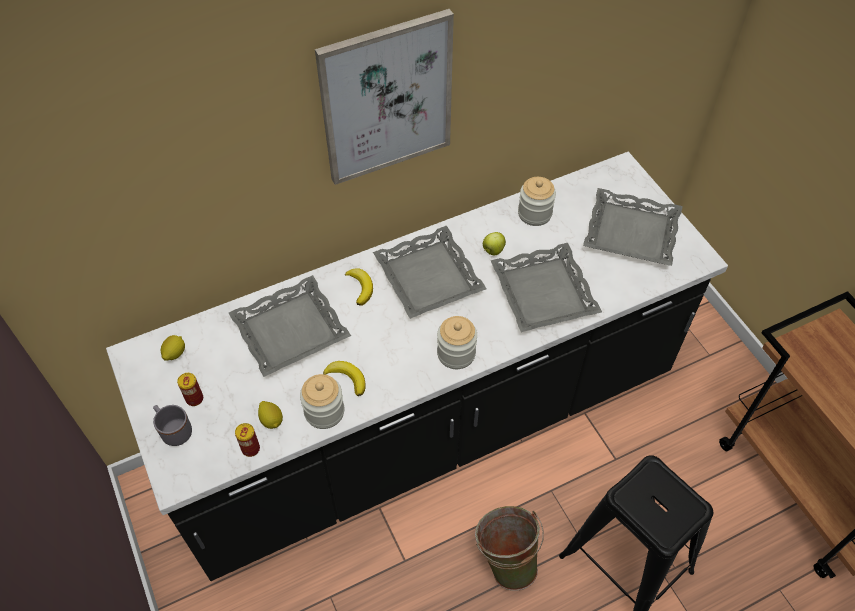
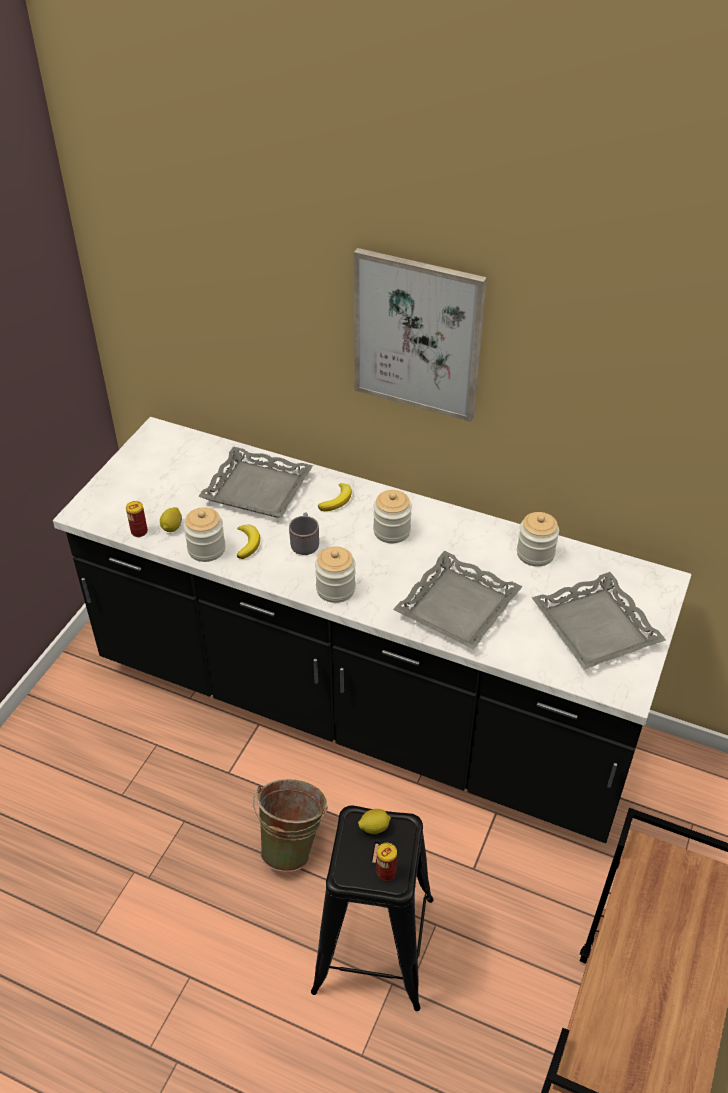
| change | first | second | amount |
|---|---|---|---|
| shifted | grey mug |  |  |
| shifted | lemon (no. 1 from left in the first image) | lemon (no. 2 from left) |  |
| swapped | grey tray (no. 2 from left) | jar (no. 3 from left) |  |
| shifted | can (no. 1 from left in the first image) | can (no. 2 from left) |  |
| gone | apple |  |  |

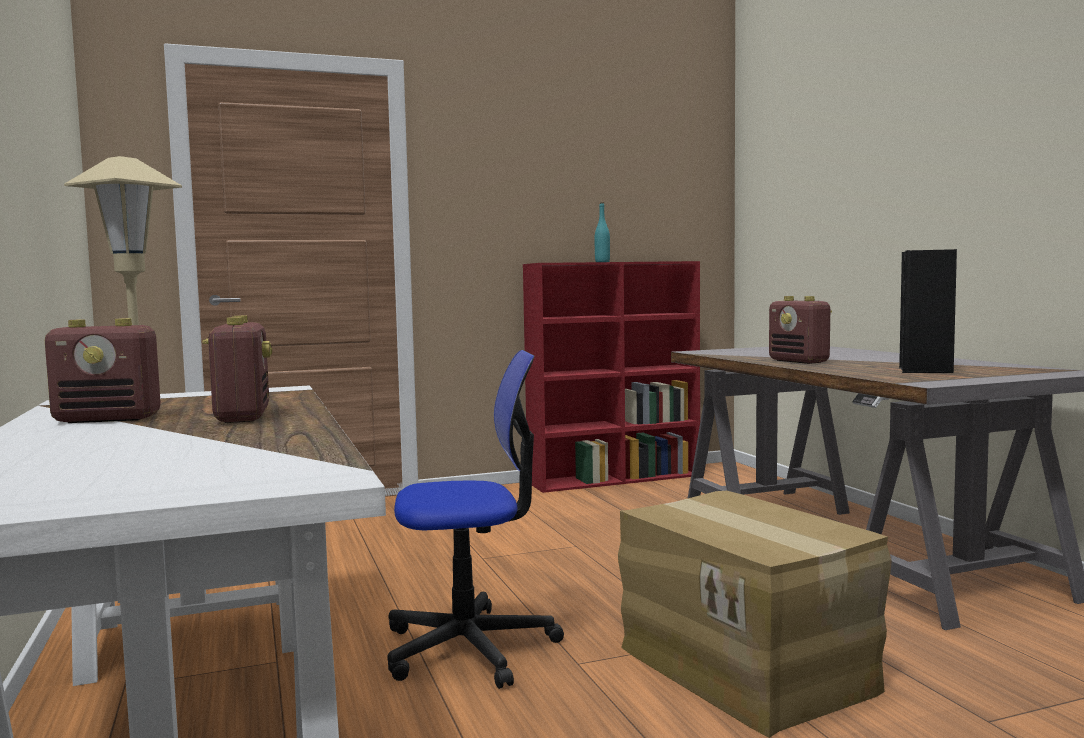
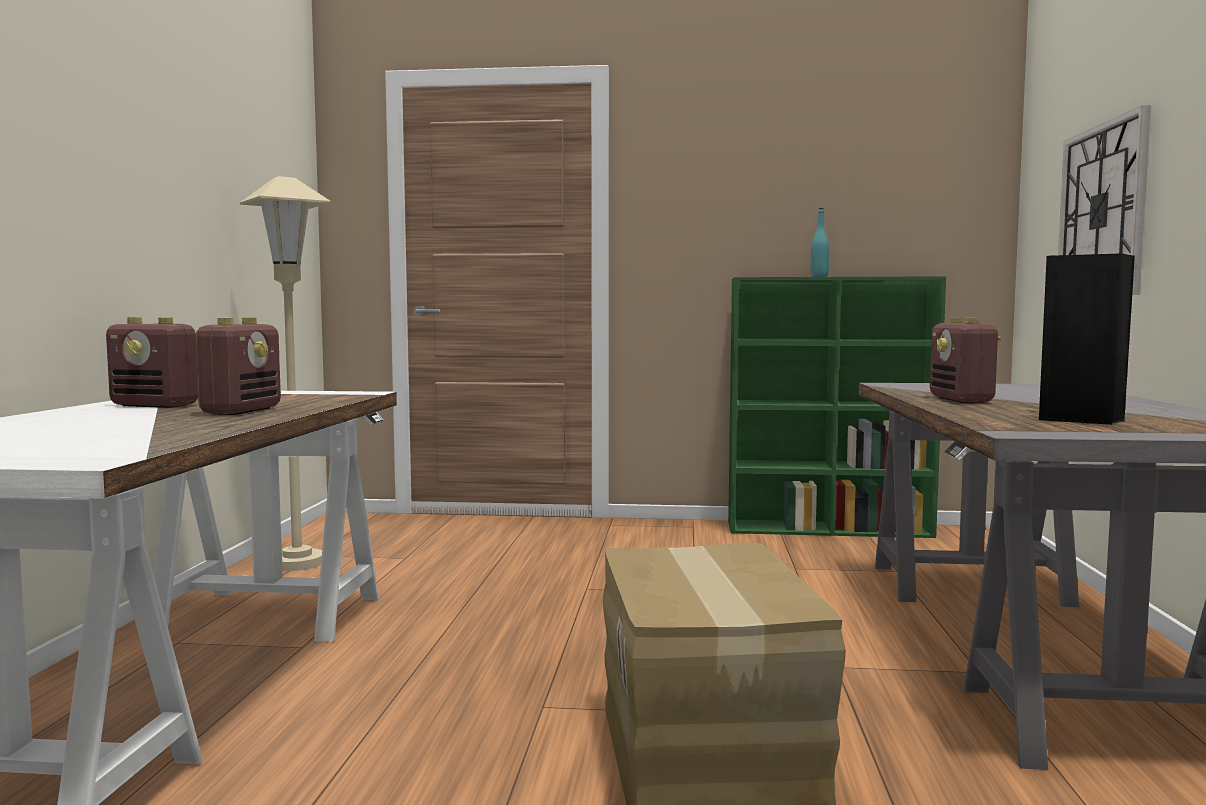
| change | first | second | amount |
|---|---|---|---|
| repainted | red bookcase | green bookcase |  |
| new |  | wall clock |  |
| gone | office chair |  |  |

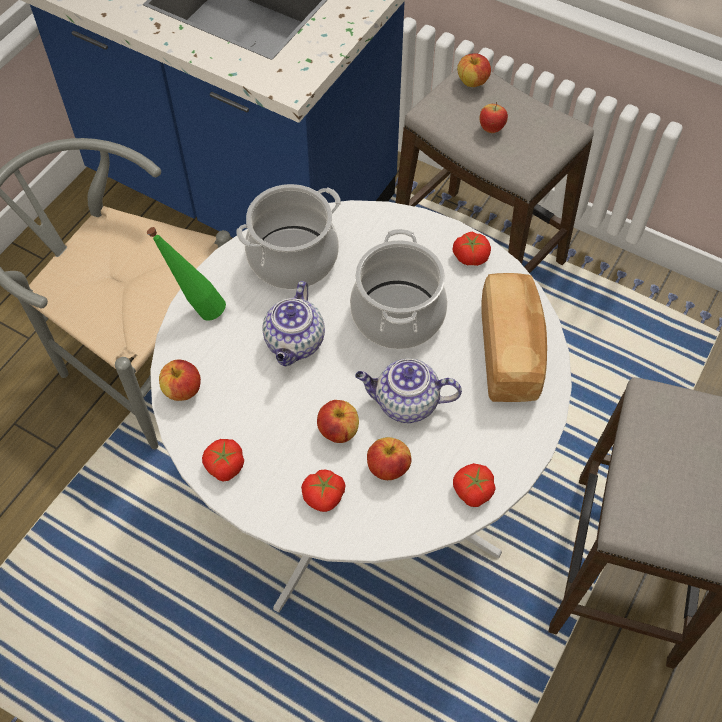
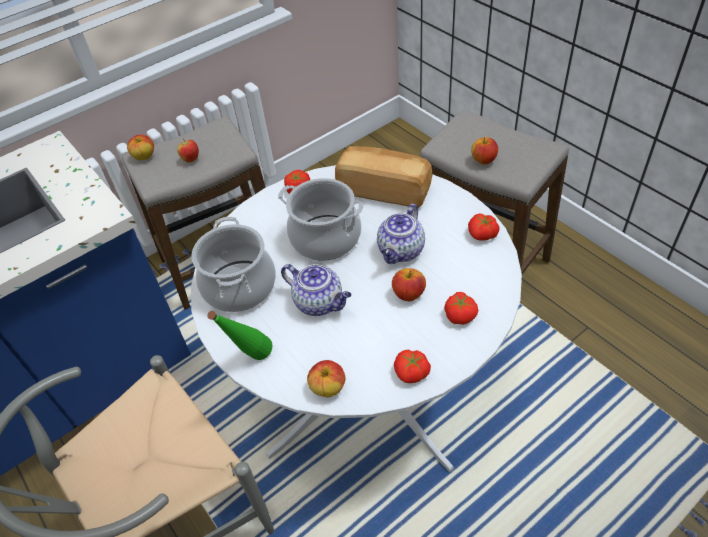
| change | first | second | amount |
|---|---|---|---|
| shifted | apple (no. 3 from left in the first image) | apple (no. 5 from left) |  |

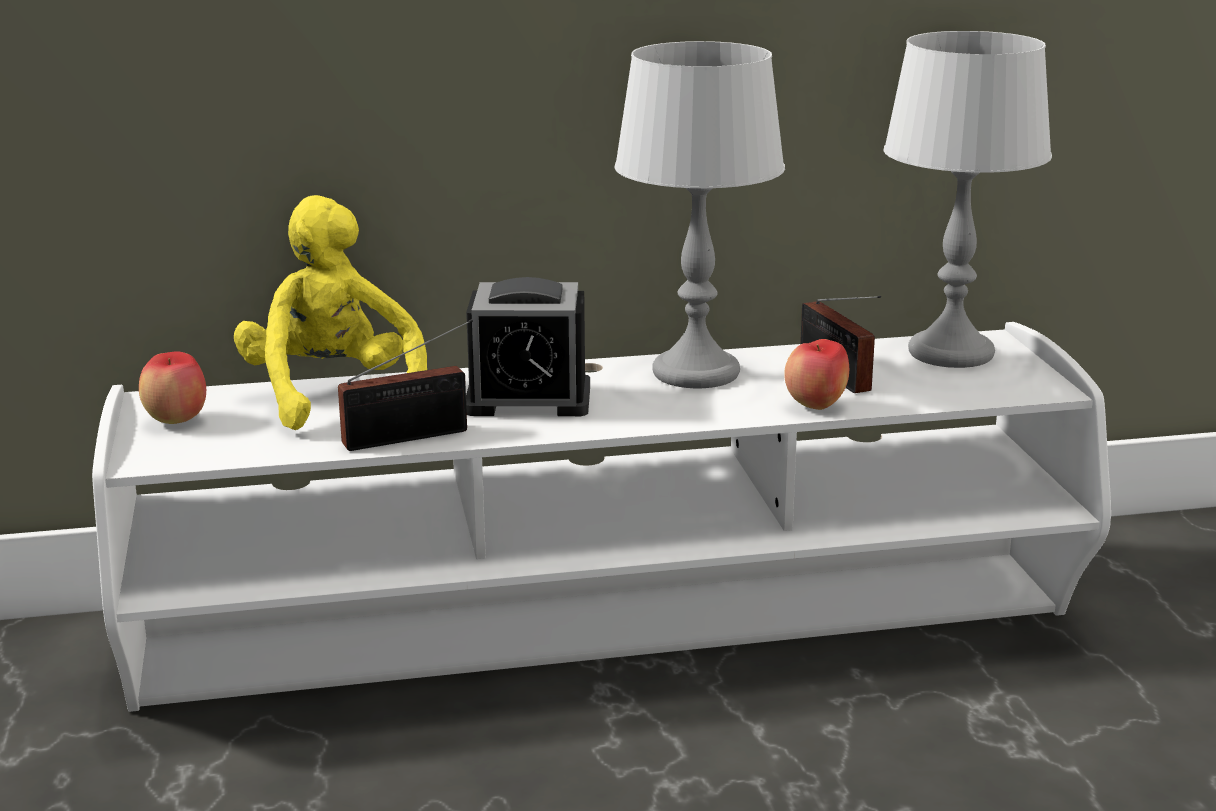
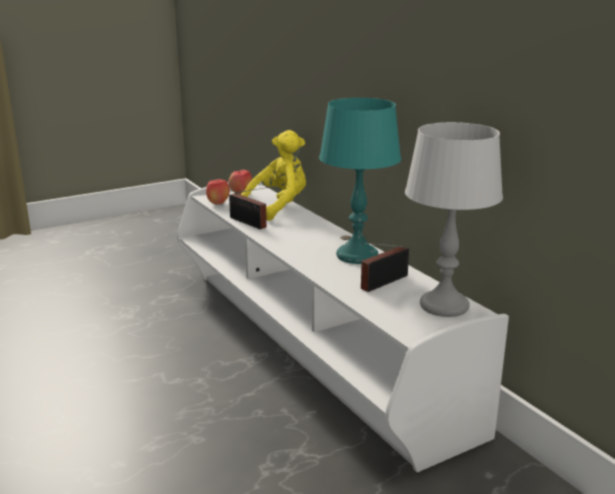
| change | first | second | amount |
|---|---|---|---|
| shifted | apple (no. 2 from left in the first image) | apple (no. 1 from left) |  |
| repainted | grey table lamp (no. 1 from left) | turquoise table lamp |  |
| gone | alarm clock |  |  |

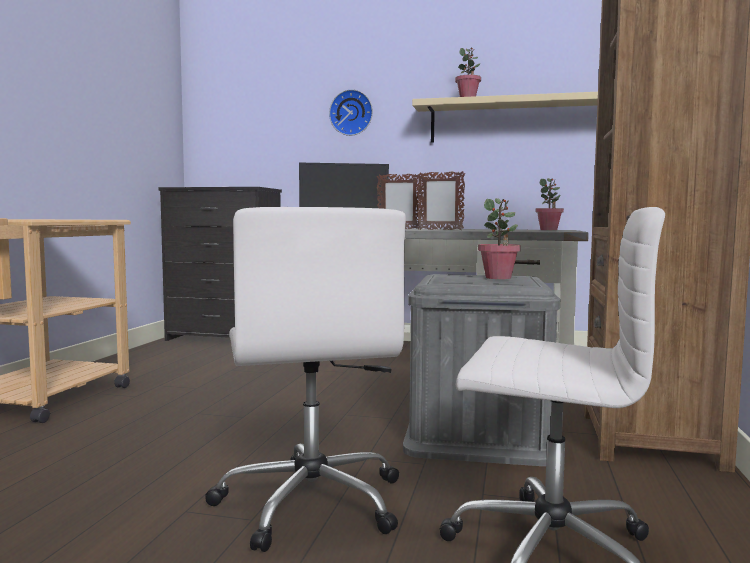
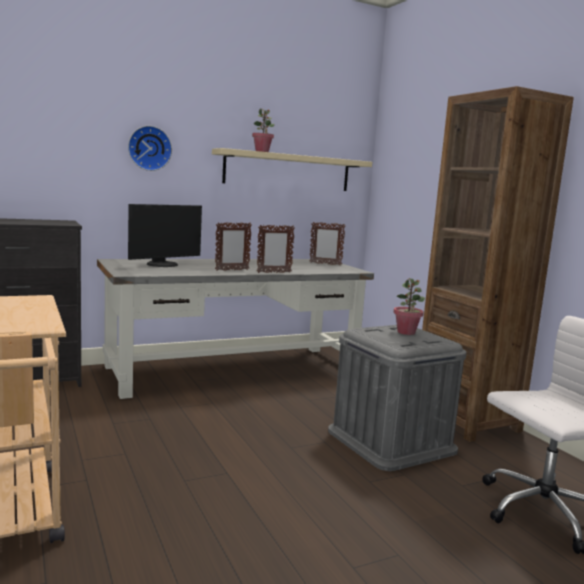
| change | first | second | amount |
|---|---|---|---|
| swapped | potted plant (no. 3 from left) | picture frame (no. 3 from left) |  |
| gone | white office chair (no. 1 from left) |  |  |

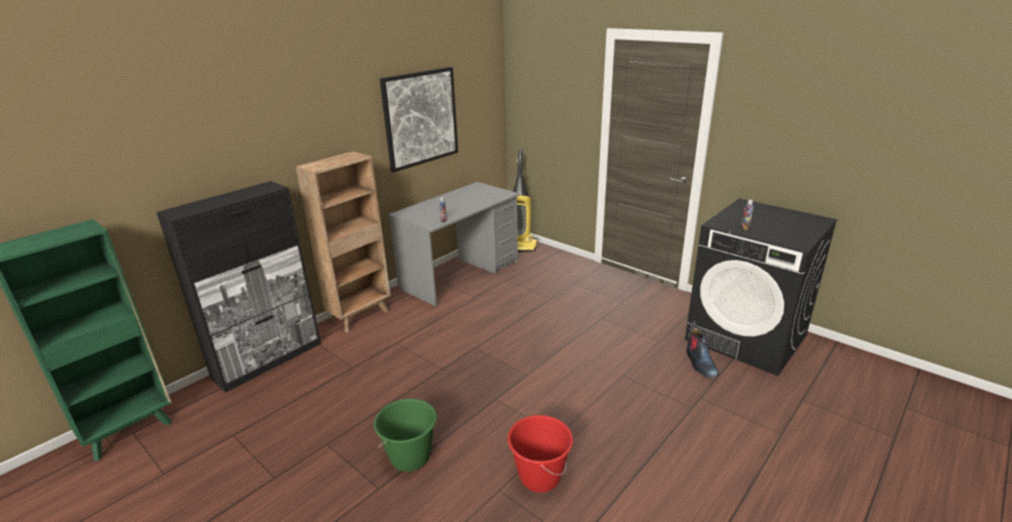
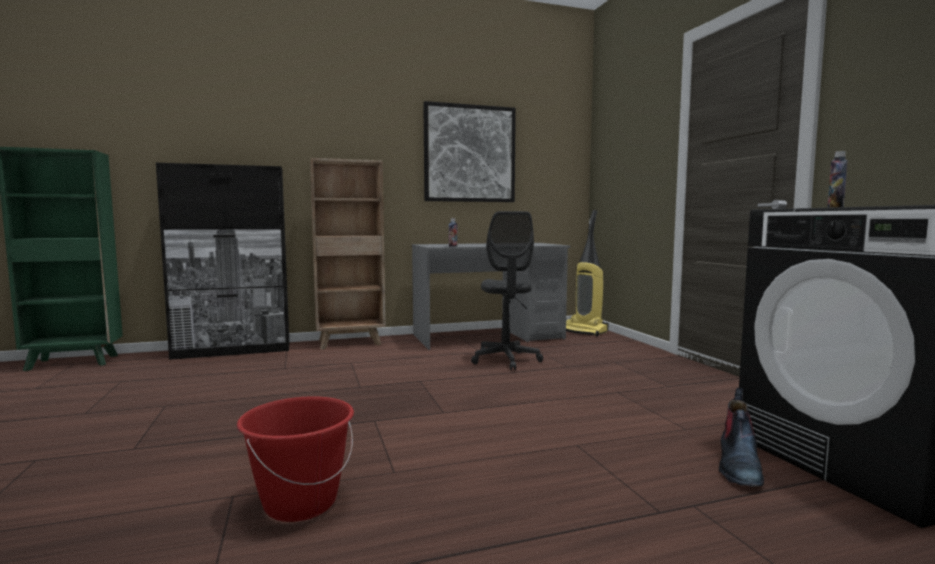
| change | first | second | amount |
|---|---|---|---|
| new |  | grey office chair |  |
| gone | green bucket |  |  |

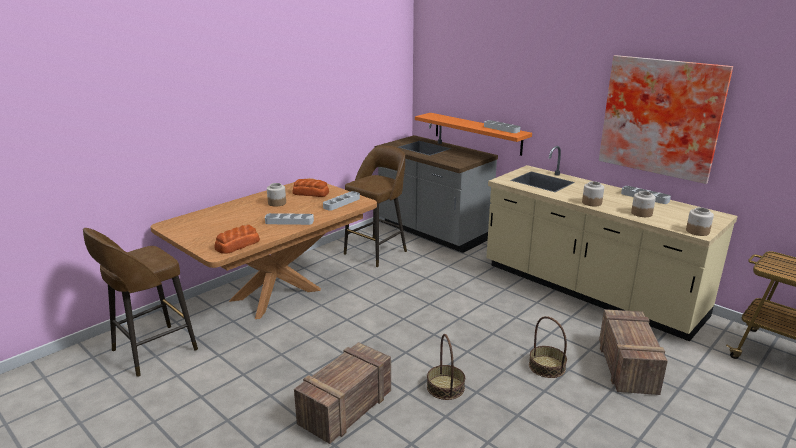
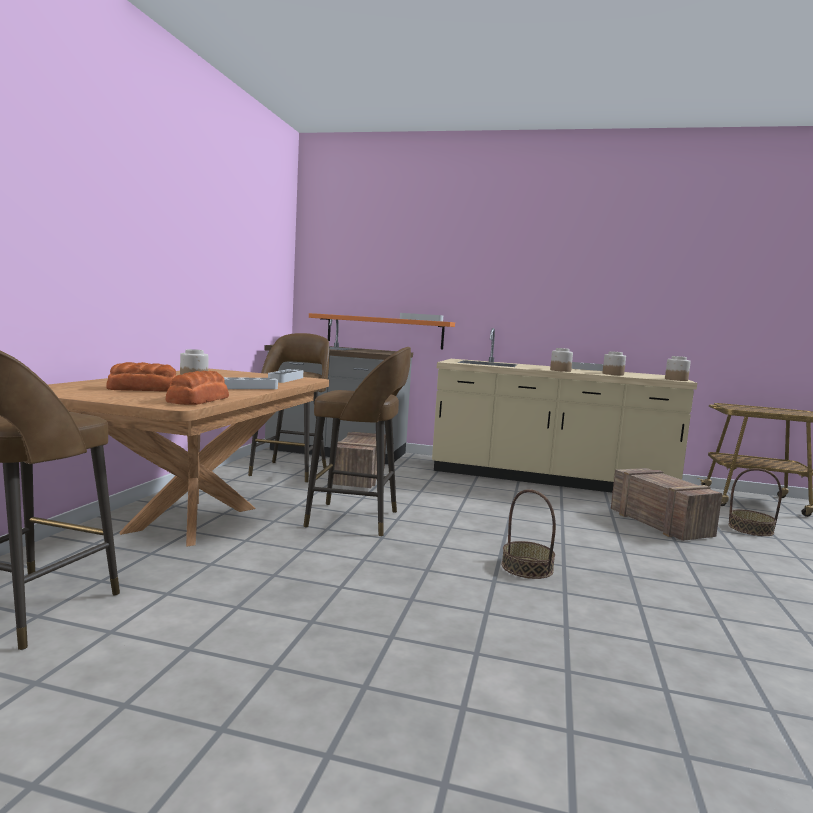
| change | first | second | amount |
|---|---|---|---|
| shifted | bread (no. 2 from left in the first image) | bread (no. 1 from left) |  |
| new |  | brown stool (no. 3 from left) |  |
| shifted | crate (no. 1 from left) |  |  |
| shifted | basket (no. 2 from left) |  |  |
| gone | picture |  |  |

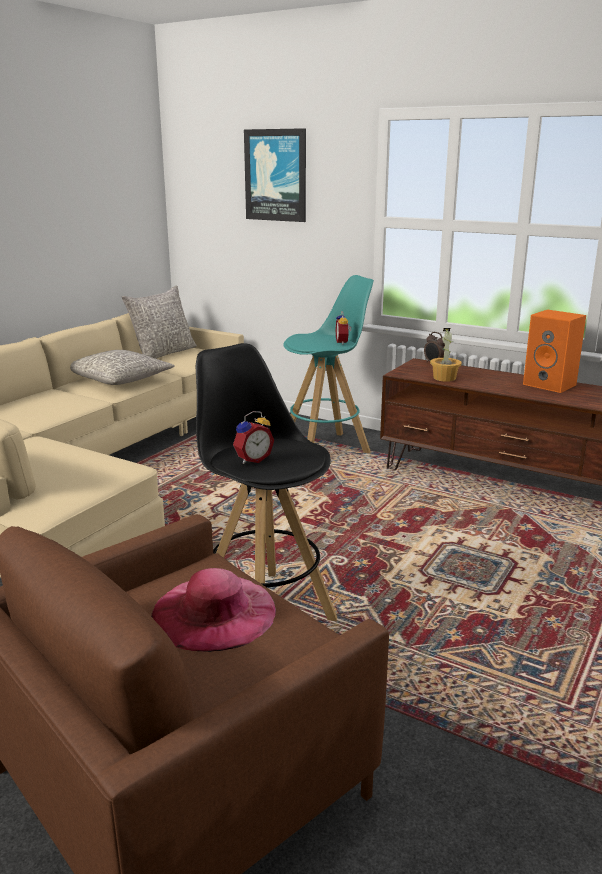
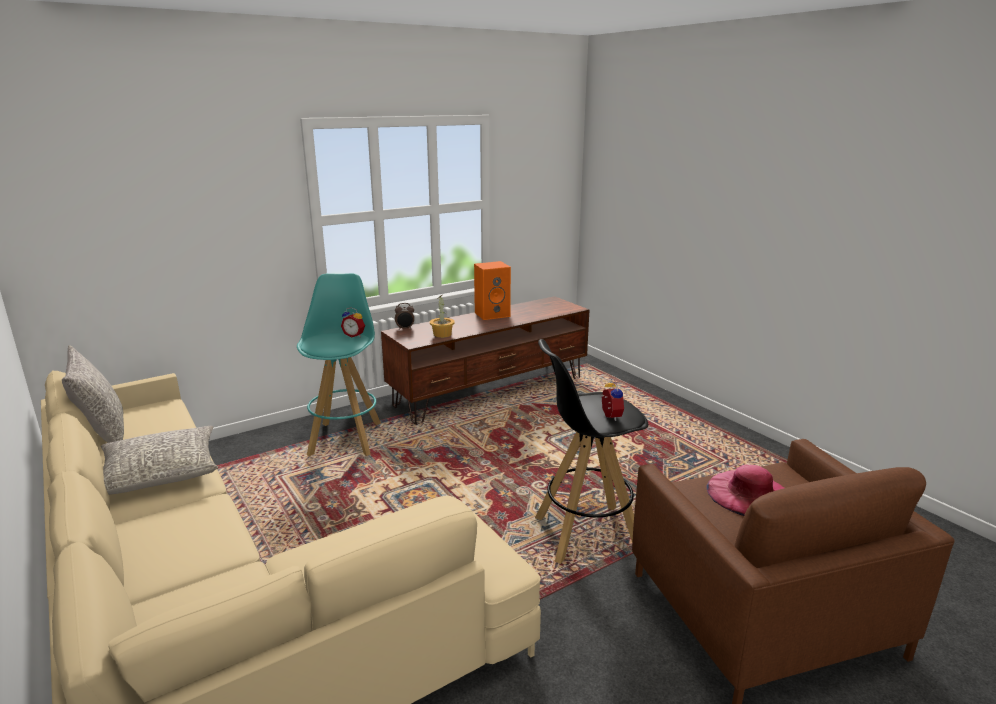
| change | first | second | amount |
|---|---|---|---|
| gone | picture |  |  |

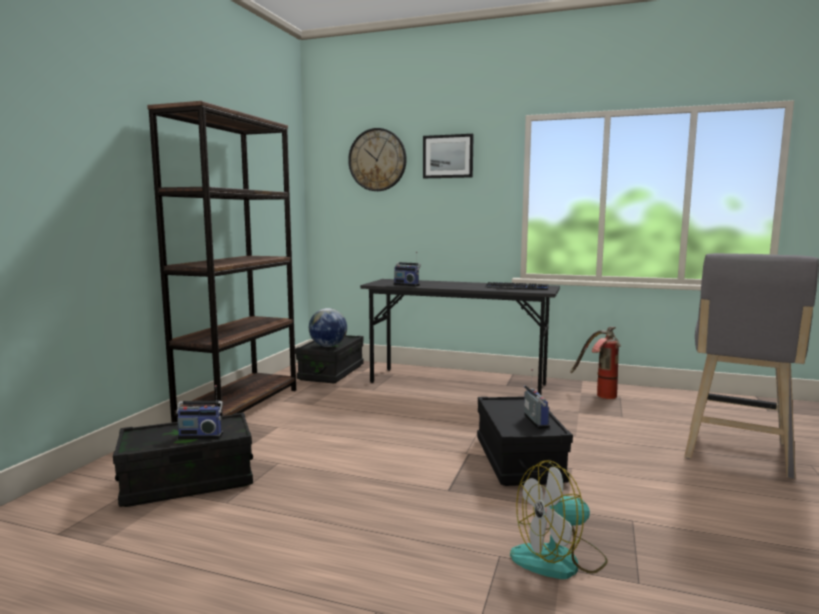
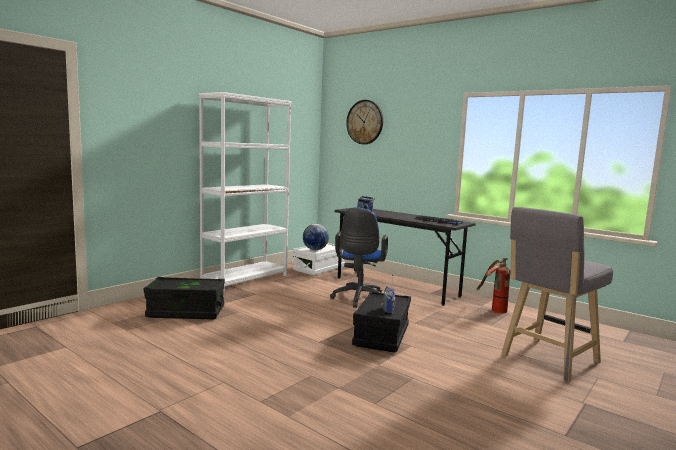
| change | first | second | amount |
|---|---|---|---|
| repainted | brown bookcase | white bookcase |  |
| repainted | black storage box (no. 2 from left) | white storage box |  |
| new |  | blue office chair |  |
| gone | radio (no. 1 from left) |  |  |
| gone | picture |  |  |
| gone | fan |  |  |

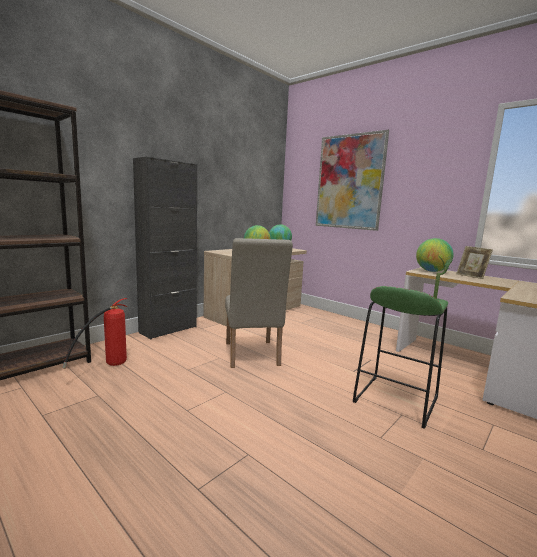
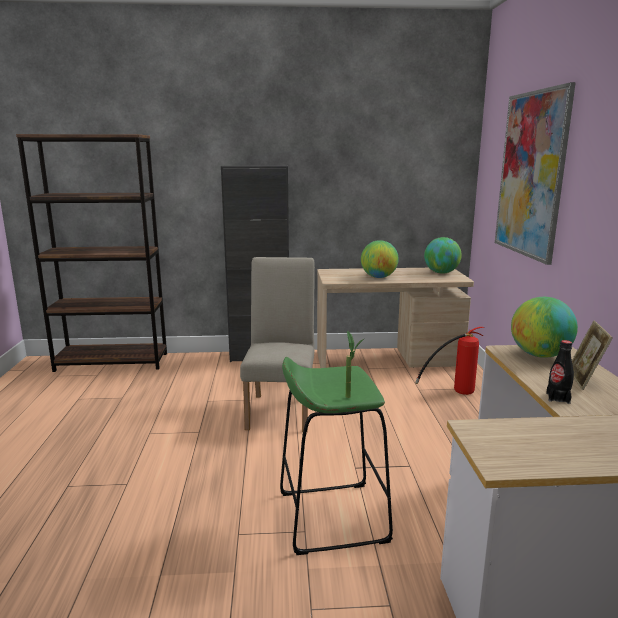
| change | first | second | amount |
|---|---|---|---|
| rotated | beige chair |  | 150 degrees clockwise |
| shifted | fire extinguisher |  |  |
| new |  | black bottle |  |

